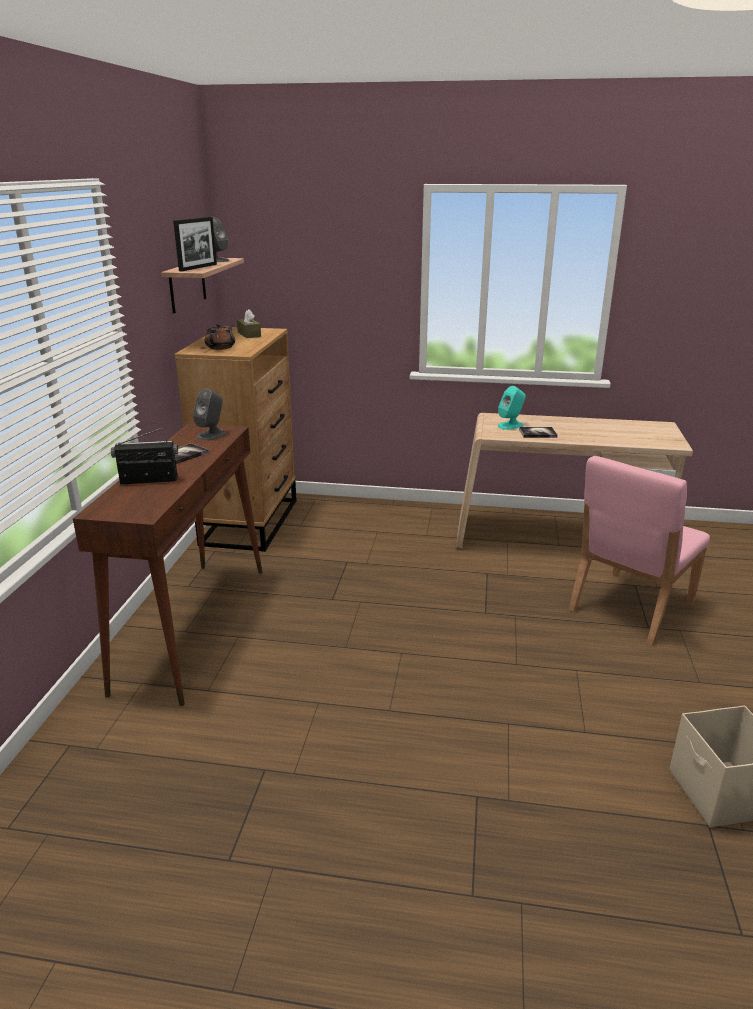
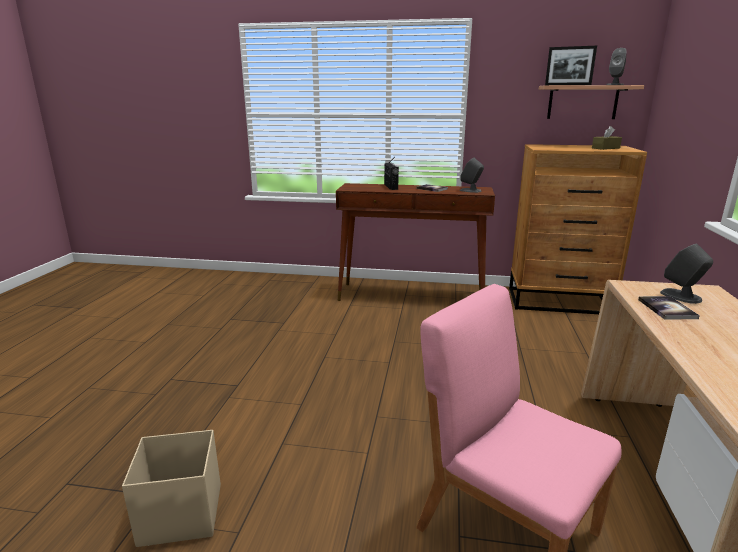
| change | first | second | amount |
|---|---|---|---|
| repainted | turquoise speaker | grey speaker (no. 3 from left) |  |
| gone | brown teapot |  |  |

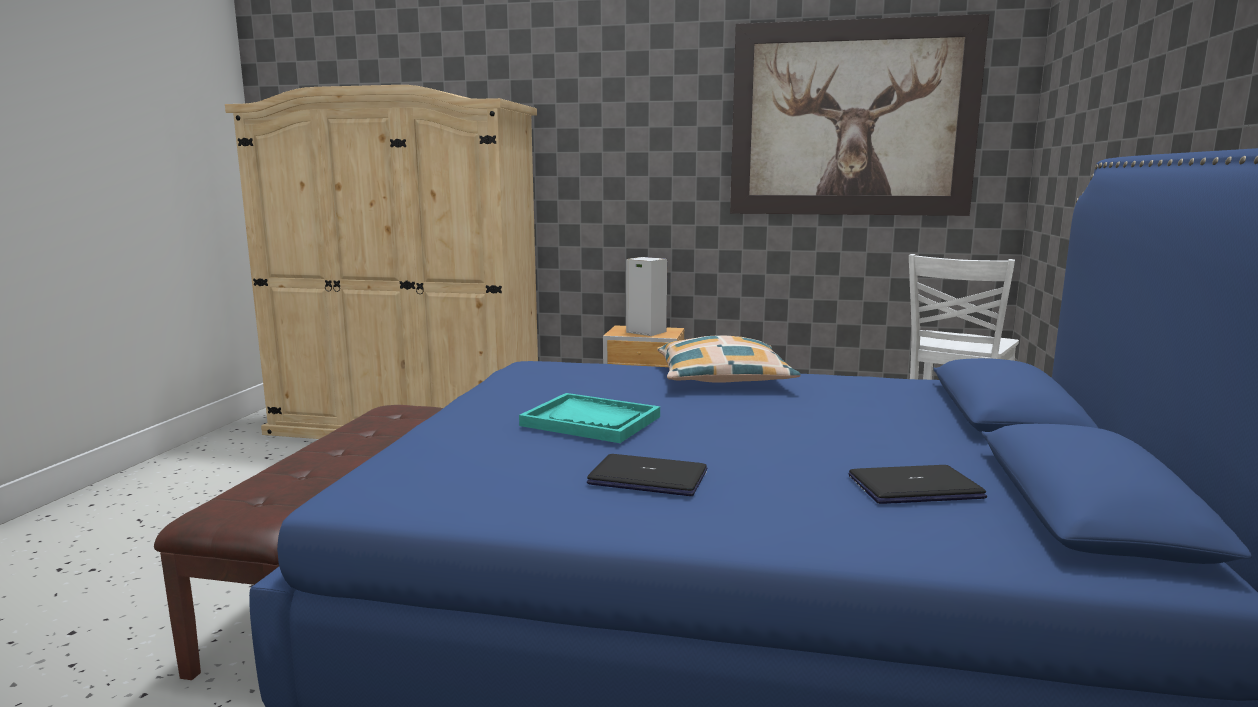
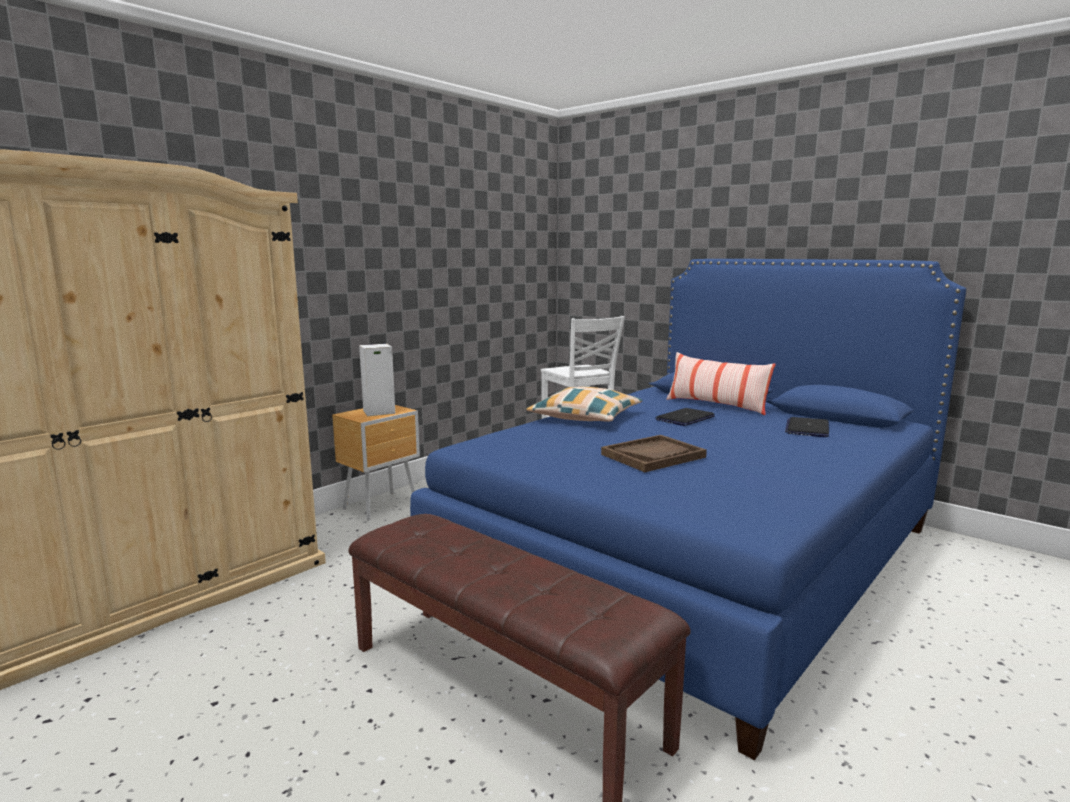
| change | first | second | amount |
|---|---|---|---|
| repainted | turquoise tray | brown tray |  |
| shifted | laptop (no. 1 from left) |  |  |
| new |  | pillow (no. 2 from left) |  |
| gone | picture |  |  |

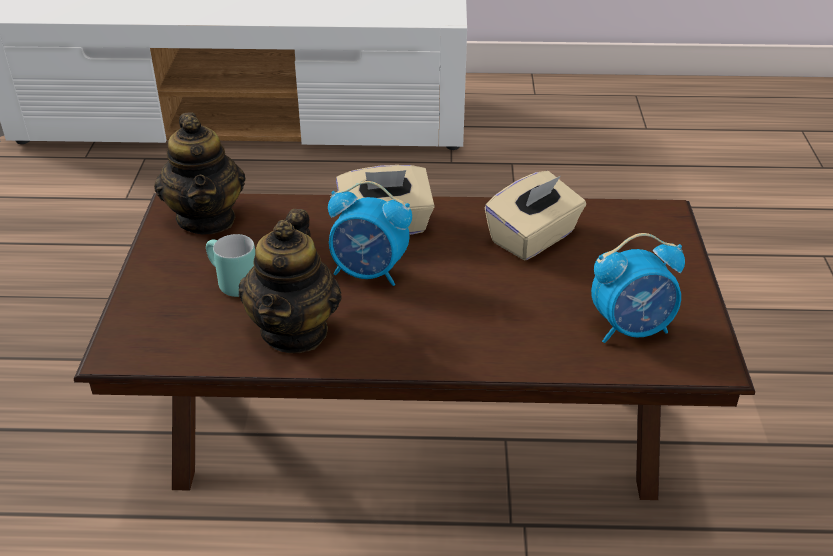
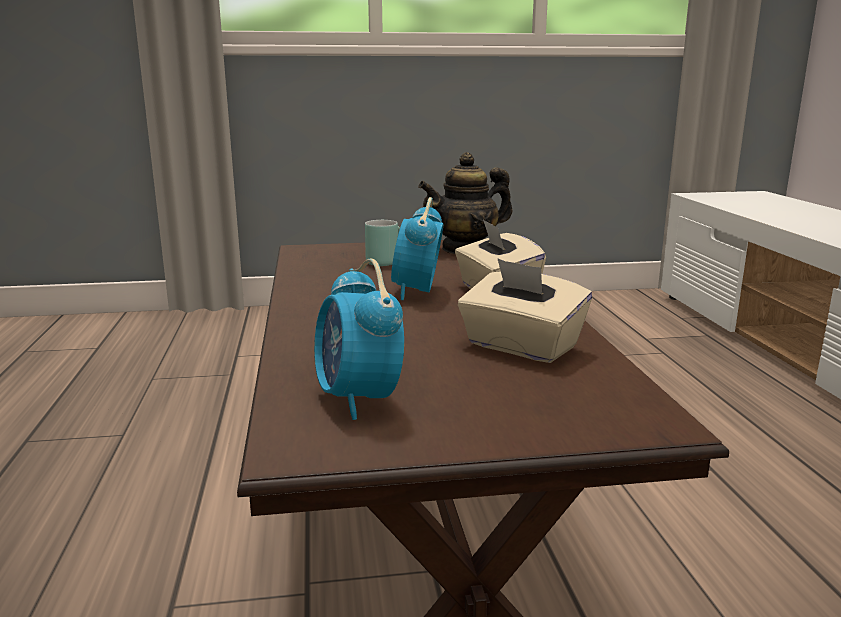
| change | first | second | amount |
|---|---|---|---|
| gone | teapot (no. 2 from left) |  |  |

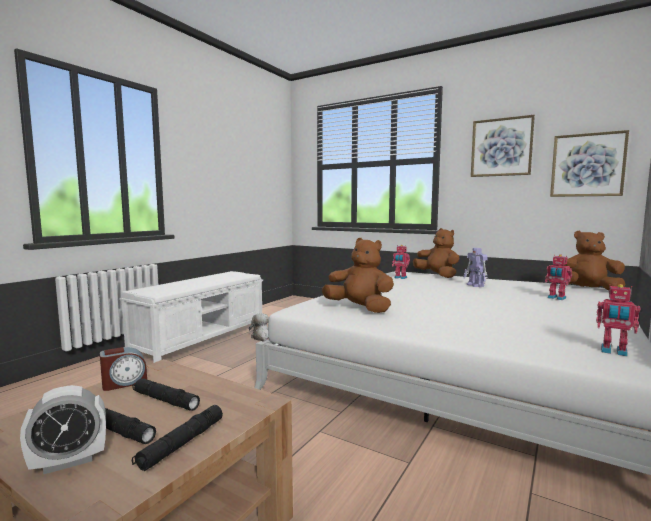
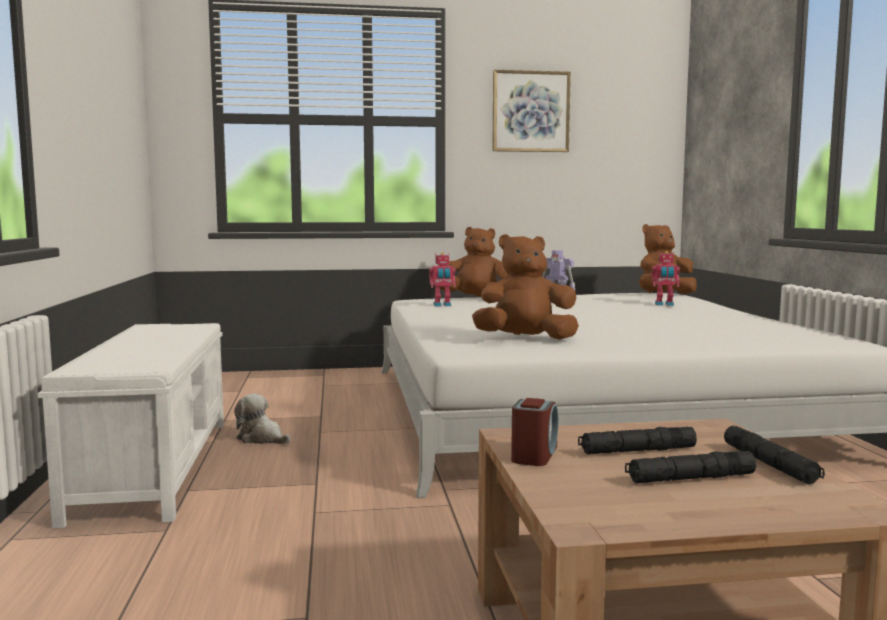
| change | first | second | amount |
|---|---|---|---|
| gone | alarm clock (no. 1 from left) |  |  |
| gone | picture (no. 2 from left) |  |  |
| gone | toy robot (no. 4 from left) |  |  |

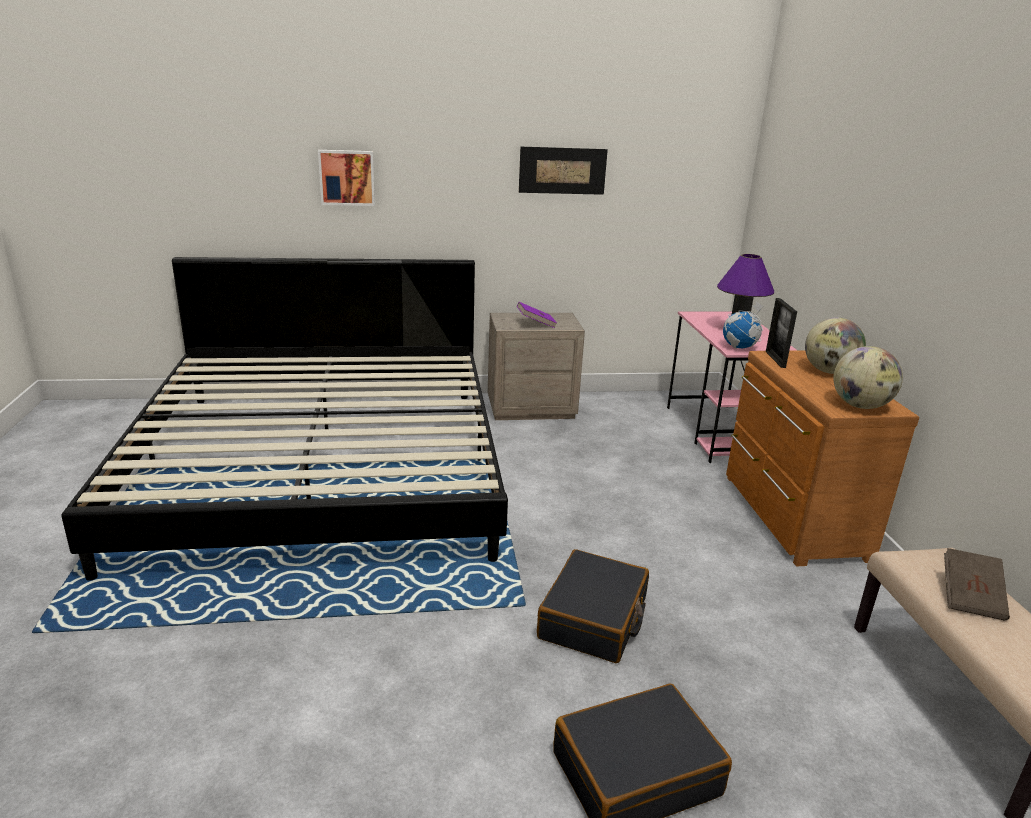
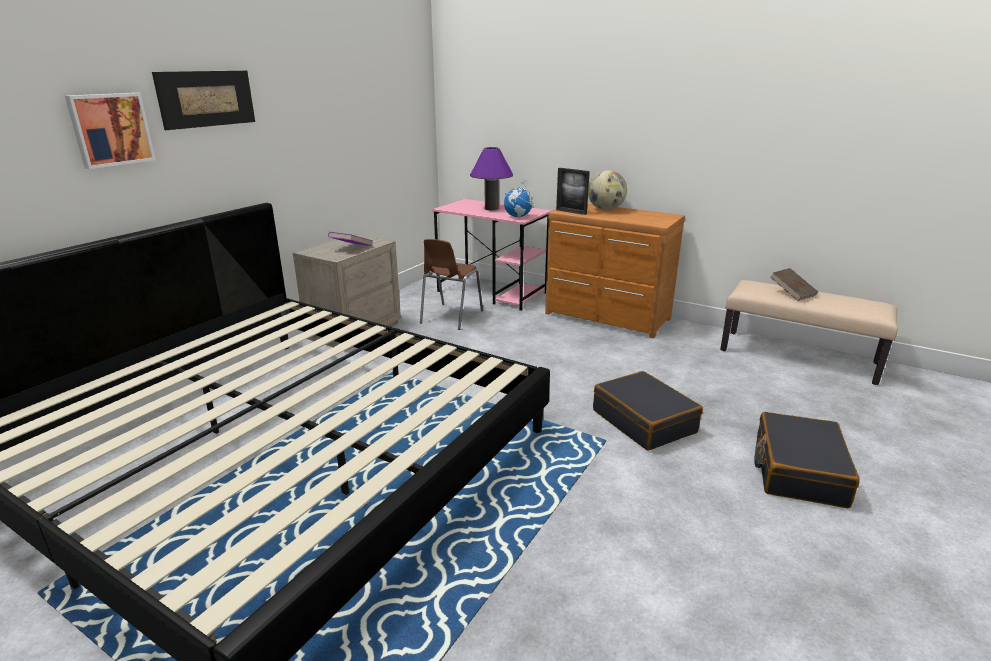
| change | first | second | amount |
|---|---|---|---|
| shifted | picture (no. 2 from left) |  |  |
| new |  | brown chair |  |
| gone | globe (no. 3 from left) |  |  |

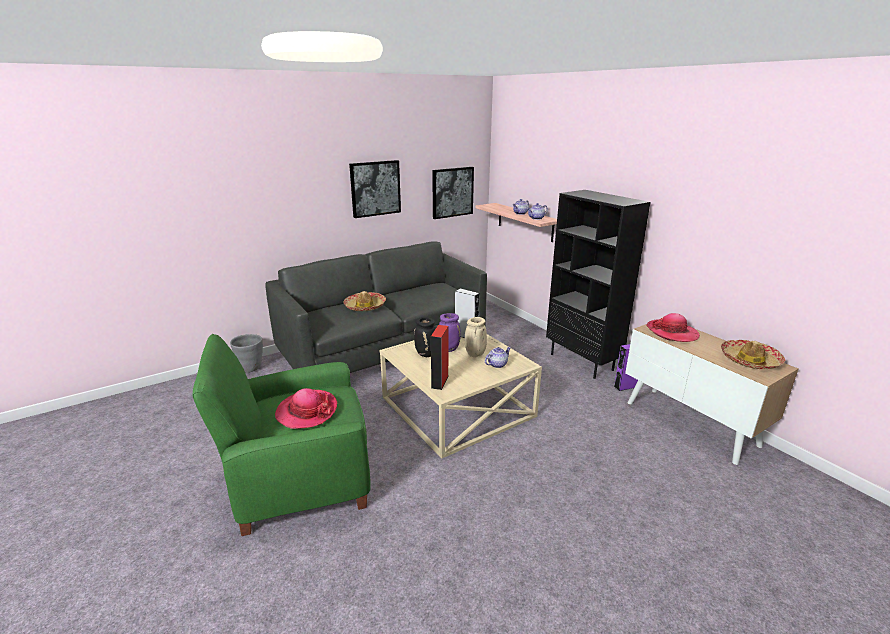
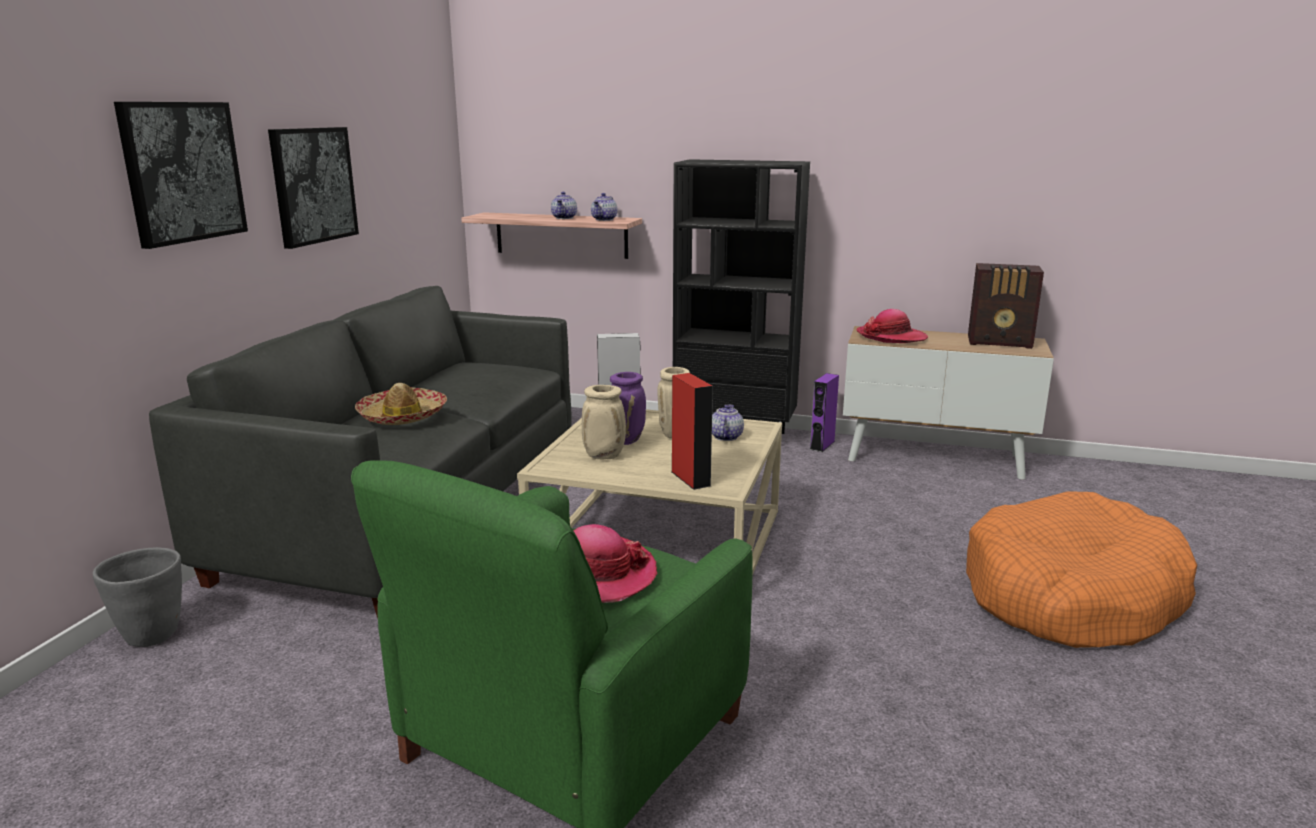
| change | first | second | amount |
|---|---|---|---|
| shifted | picture (no. 2 from left in the first image) | picture (no. 1 from left) |  |
| repainted | black vase | beige vase (no. 1 from left) |  |
| new |  | orange dog bed |  |
| swapped | hat (no. 4 from left) | radio |  |

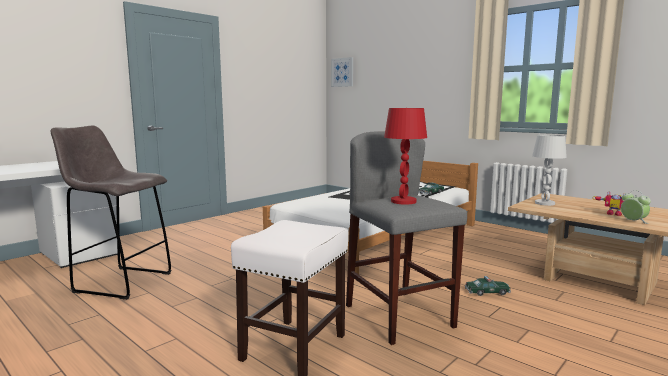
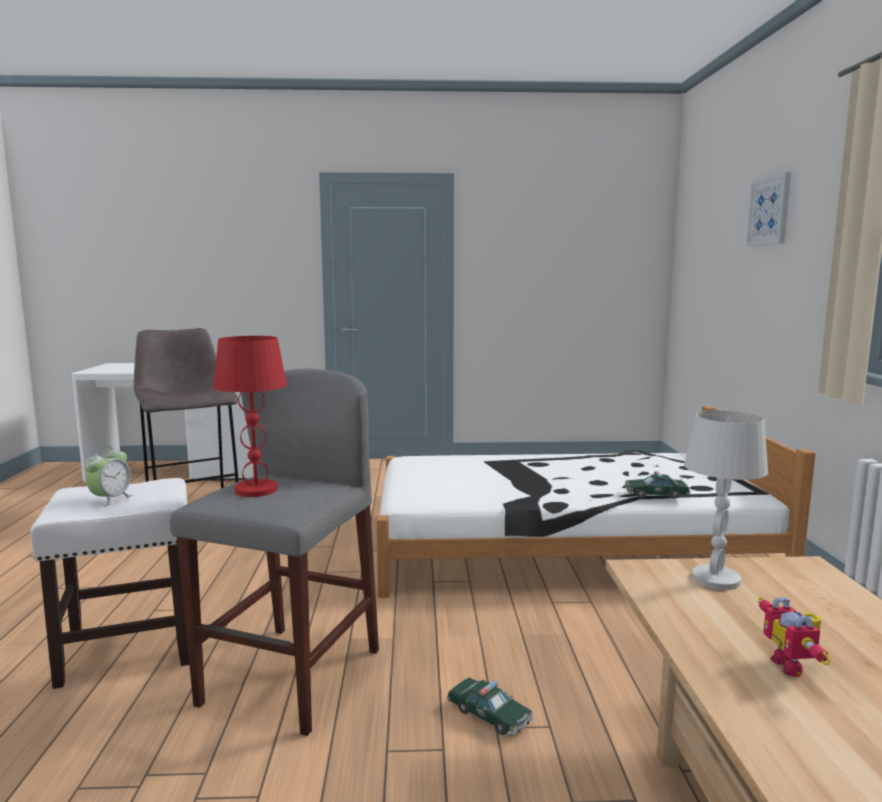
| change | first | second | amount |
|---|---|---|---|
| shifted | alarm clock |  |  |
| shifted | picture |  |  |

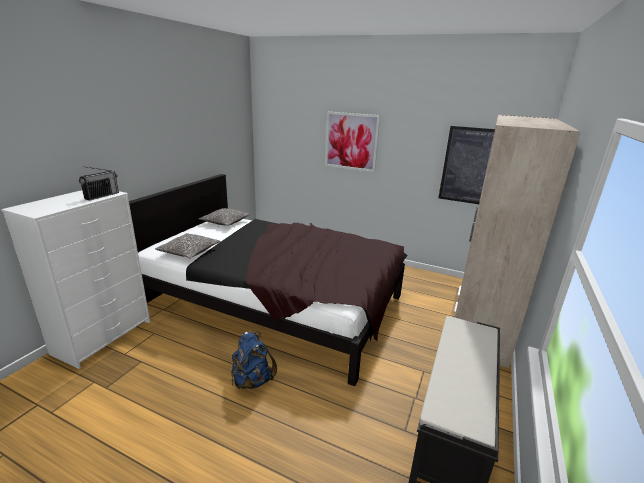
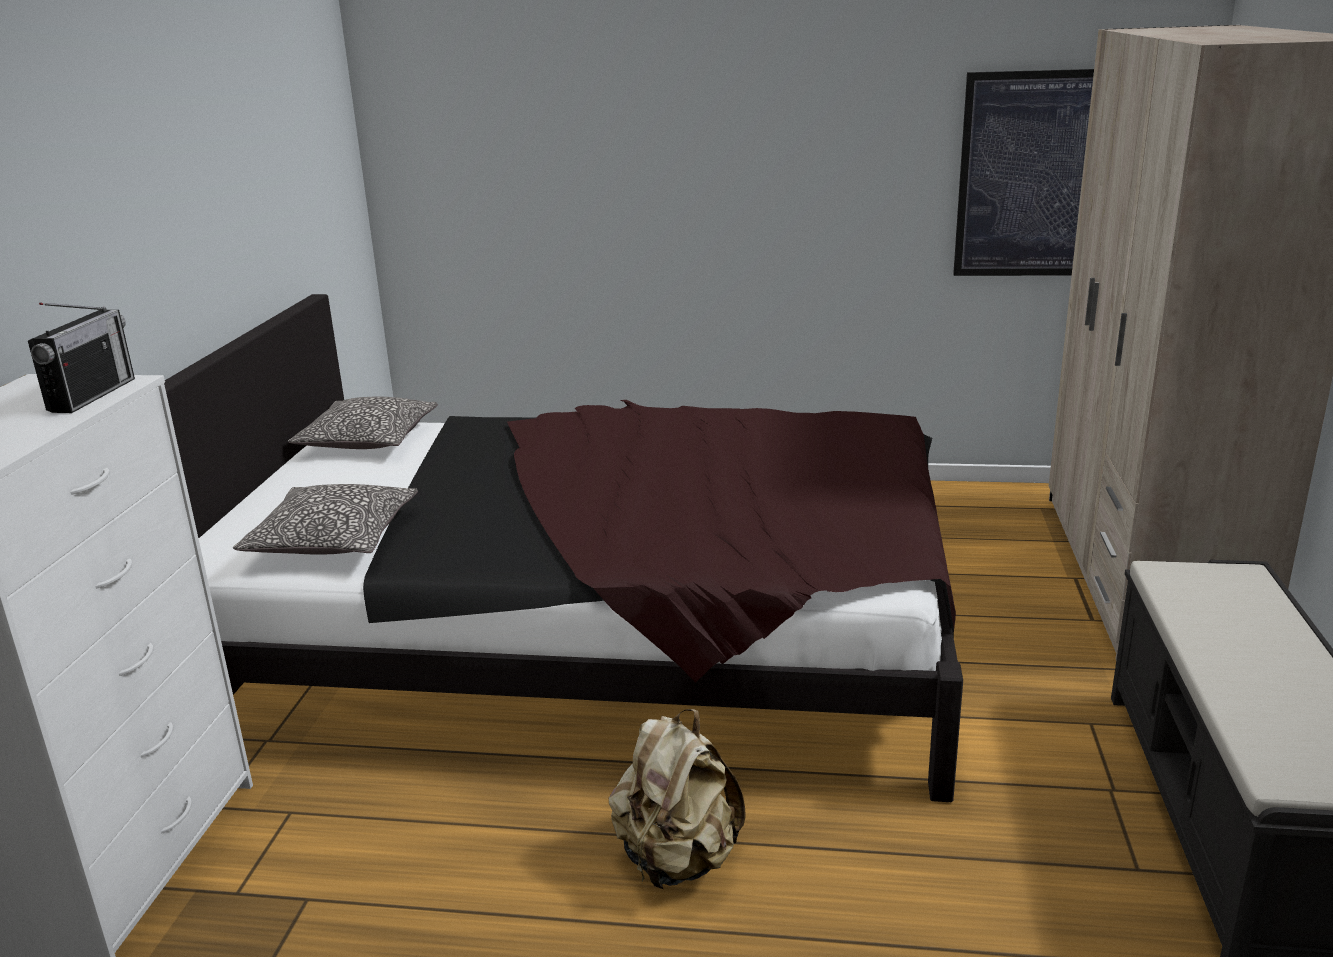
| change | first | second | amount |
|---|---|---|---|
| repainted | blue backpack | beige backpack |  |
| gone | picture (no. 1 from left) |  |  |

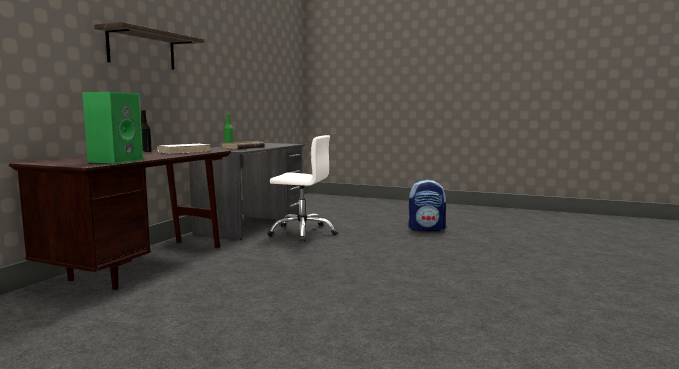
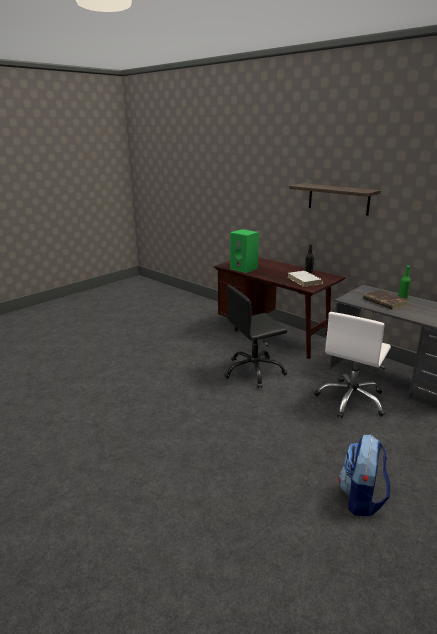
| change | first | second | amount |
|---|---|---|---|
| new |  | black office chair |  |

